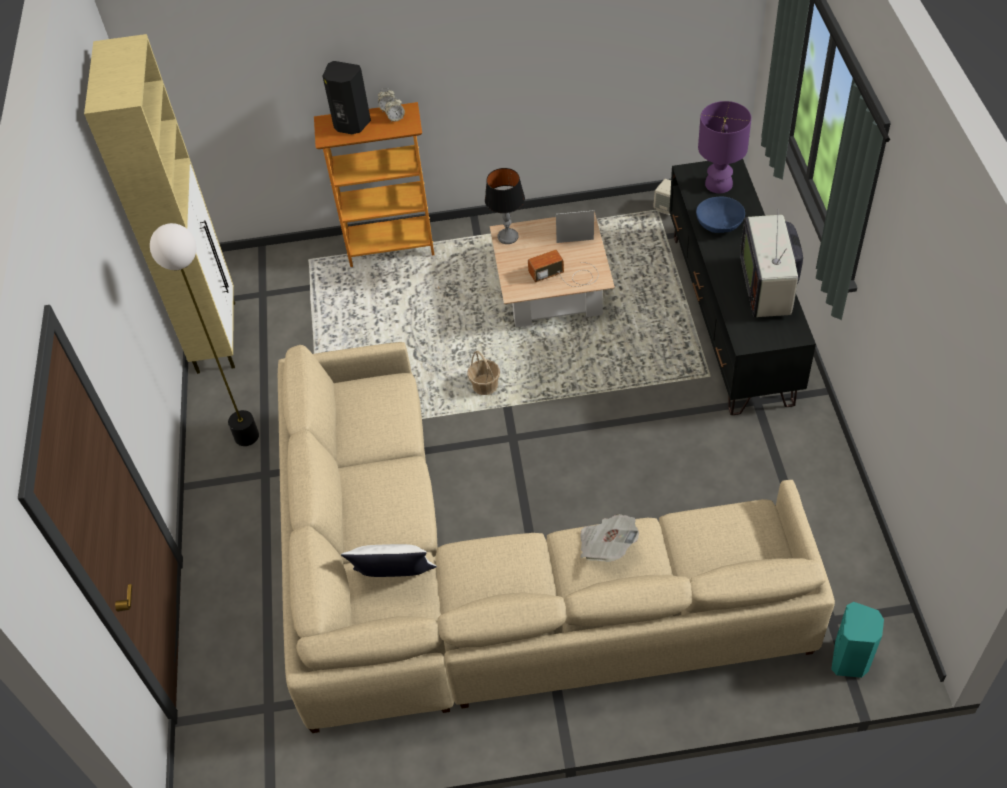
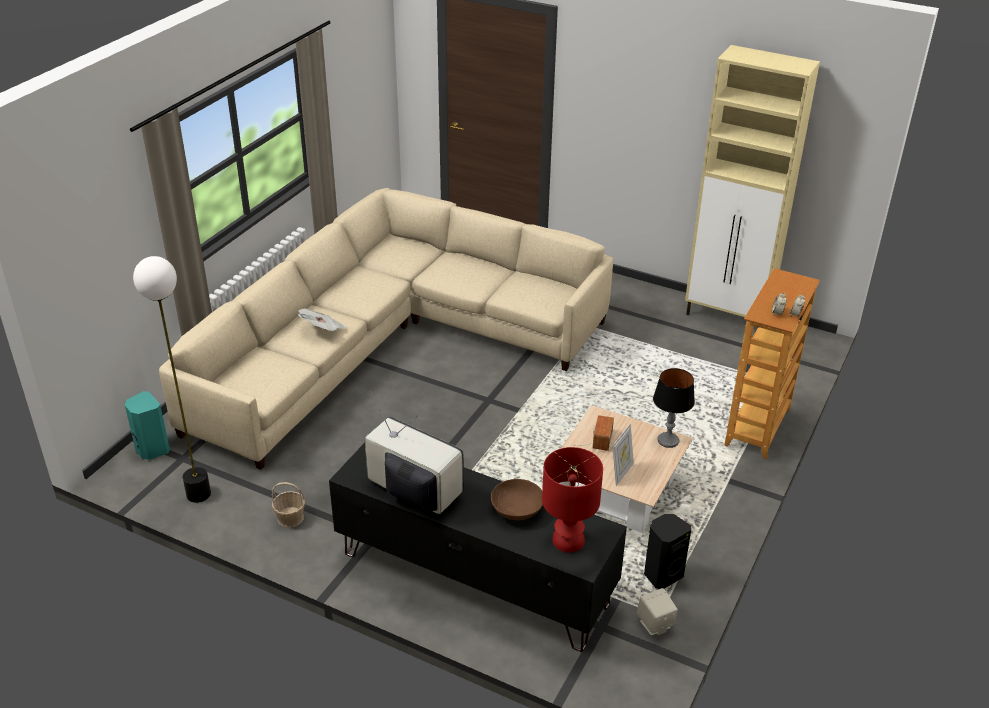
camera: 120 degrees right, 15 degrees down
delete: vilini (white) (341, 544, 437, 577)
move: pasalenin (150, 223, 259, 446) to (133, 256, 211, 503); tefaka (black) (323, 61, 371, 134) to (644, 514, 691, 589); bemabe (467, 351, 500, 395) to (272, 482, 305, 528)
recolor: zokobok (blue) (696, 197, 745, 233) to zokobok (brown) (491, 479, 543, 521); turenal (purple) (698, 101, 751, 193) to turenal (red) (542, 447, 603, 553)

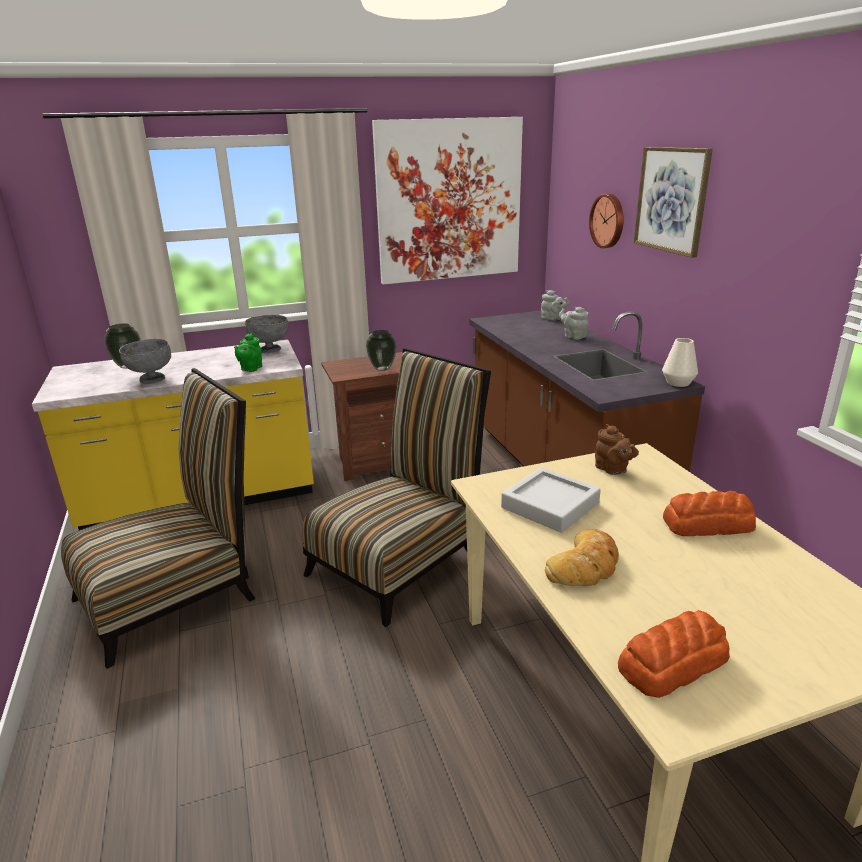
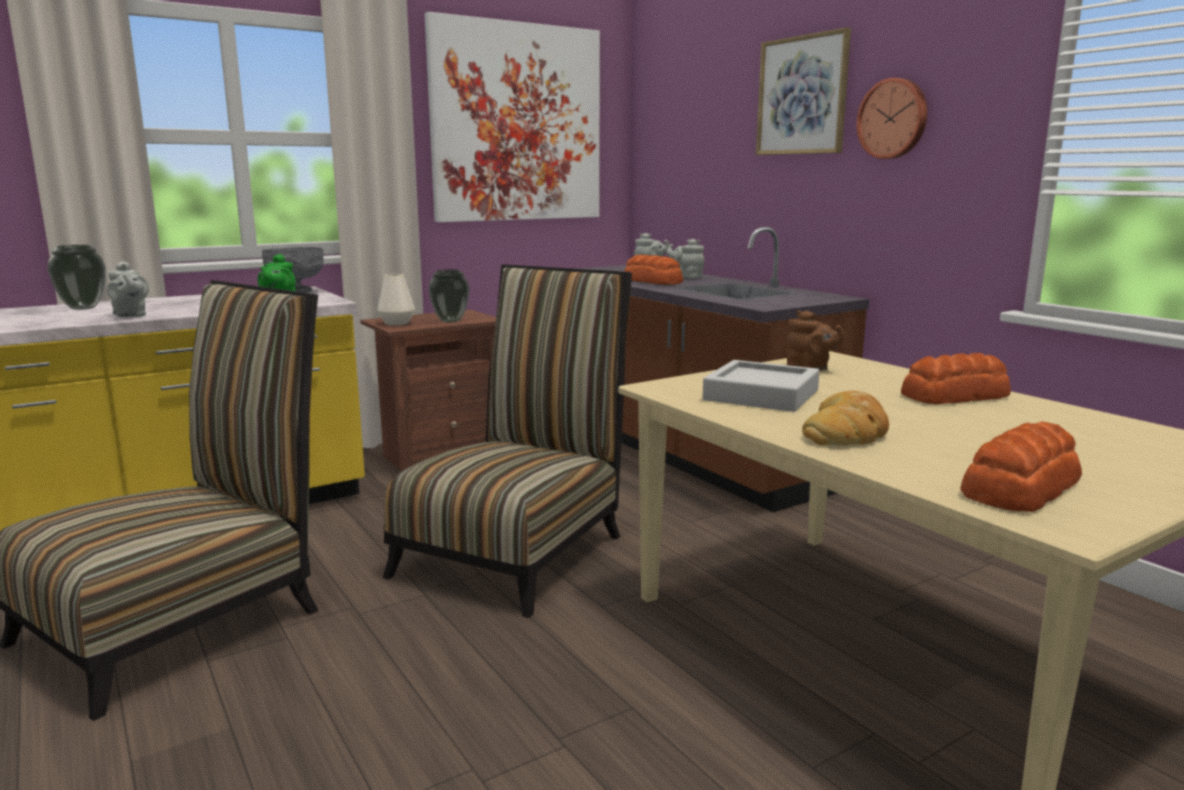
camera: 15 degrees left, 10 degrees down
insert: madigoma (624, 255, 683, 285)
move: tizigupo (589, 194, 624, 248) to (856, 78, 927, 159); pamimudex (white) (662, 338, 698, 387) to (377, 274, 415, 326)
replace: zokobok (grey) (119, 339, 171, 384) to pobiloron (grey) (107, 261, 149, 317)

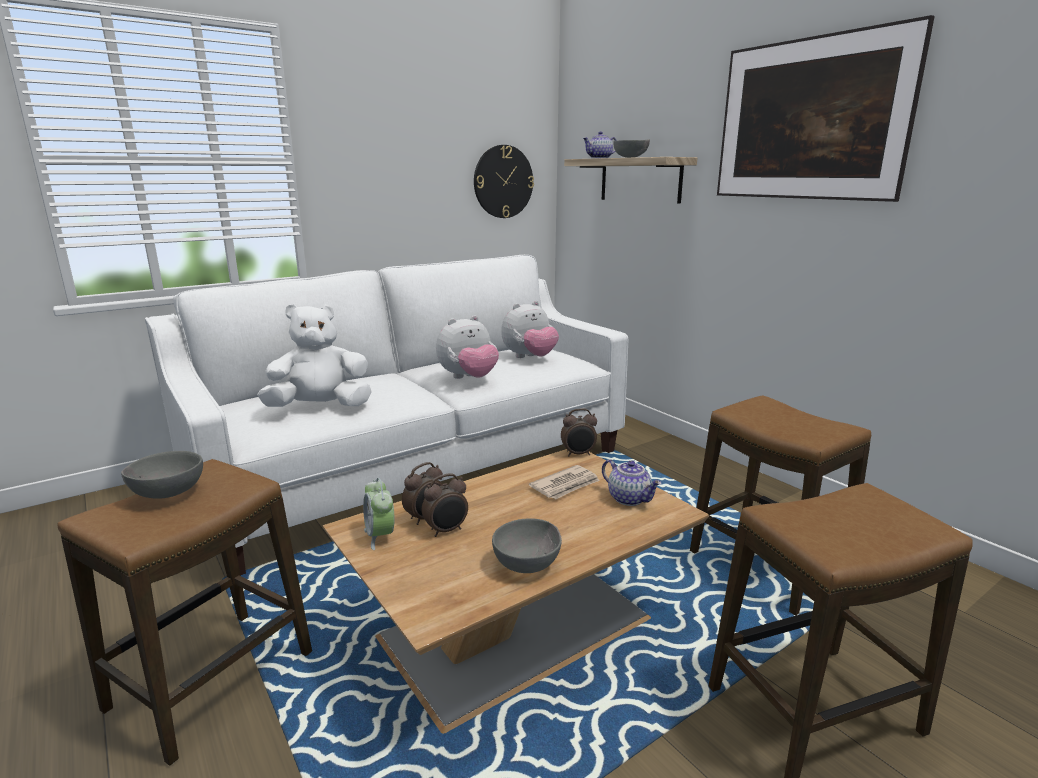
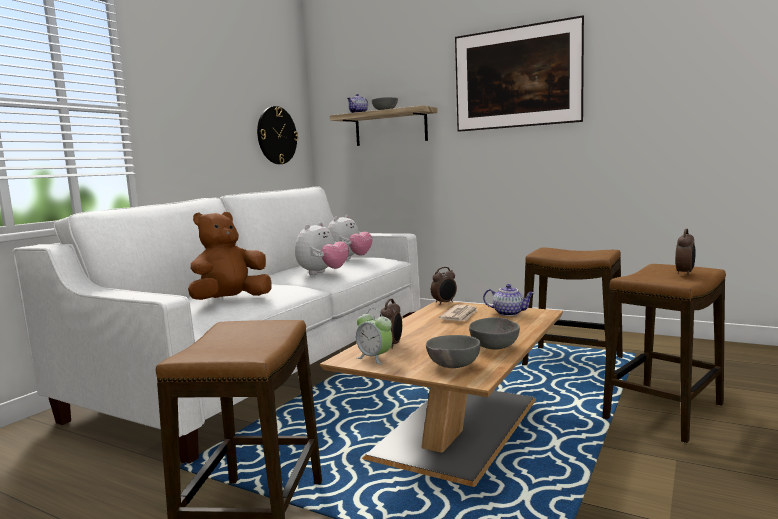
camera: 25 degrees left, 10 degrees down
move: zokobok (grey) (121, 451, 203, 499) to (426, 335, 480, 368); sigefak (422, 474, 468, 537) to (675, 229, 695, 275)
recolor: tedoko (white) (258, 304, 372, 407) to tedoko (brown) (188, 212, 272, 300)

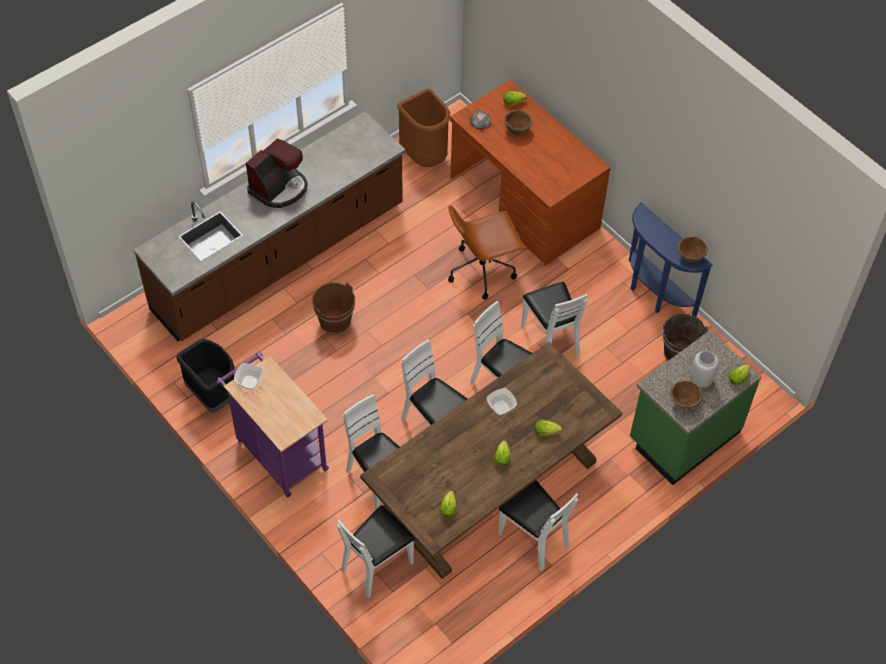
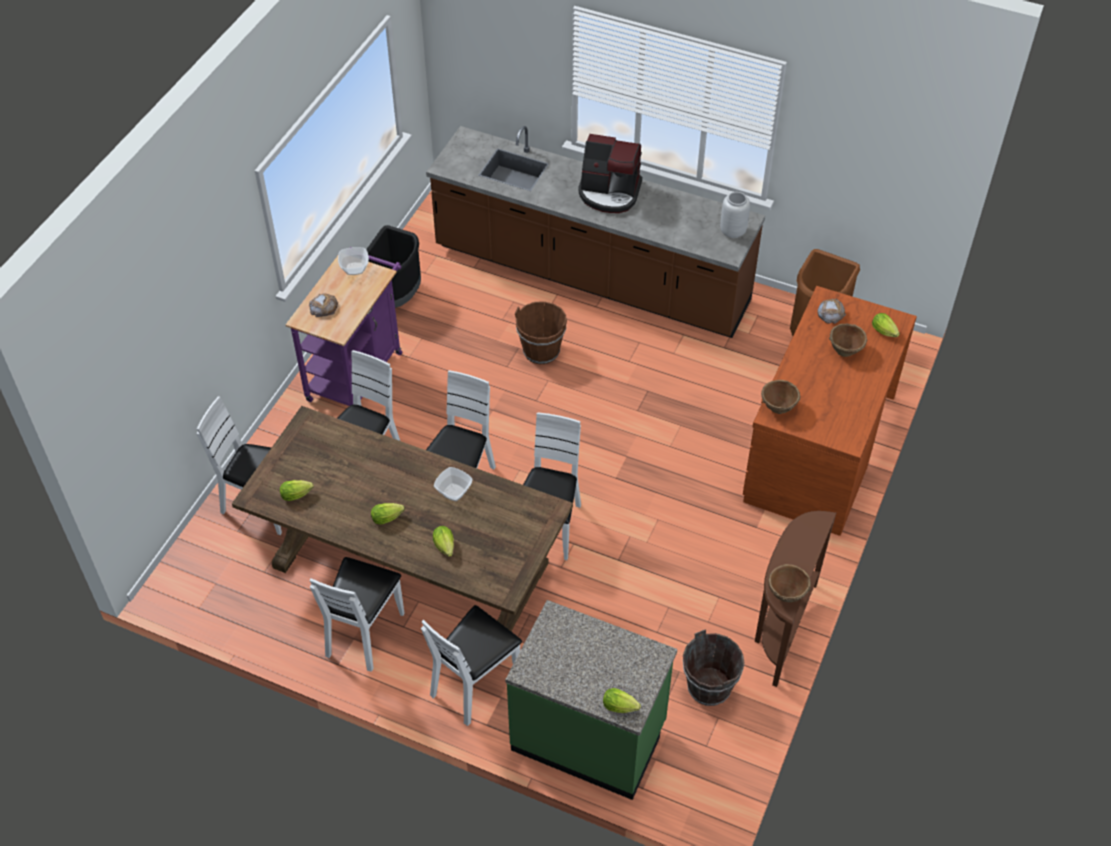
camera: 65 degrees right, 5 degrees down
delete: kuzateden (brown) (448, 205, 525, 300)
insert: madigoma (309, 293, 338, 317)
move: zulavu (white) (521, 282, 588, 356) to (421, 605, 522, 726); zokobok (brown) (670, 380, 703, 409) to (761, 380, 801, 414); pamimudex (grey) (690, 351, 719, 388) to (720, 192, 750, 238)
recolor: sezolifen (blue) (629, 203, 713, 317) to sezolifen (brown) (755, 511, 836, 687)

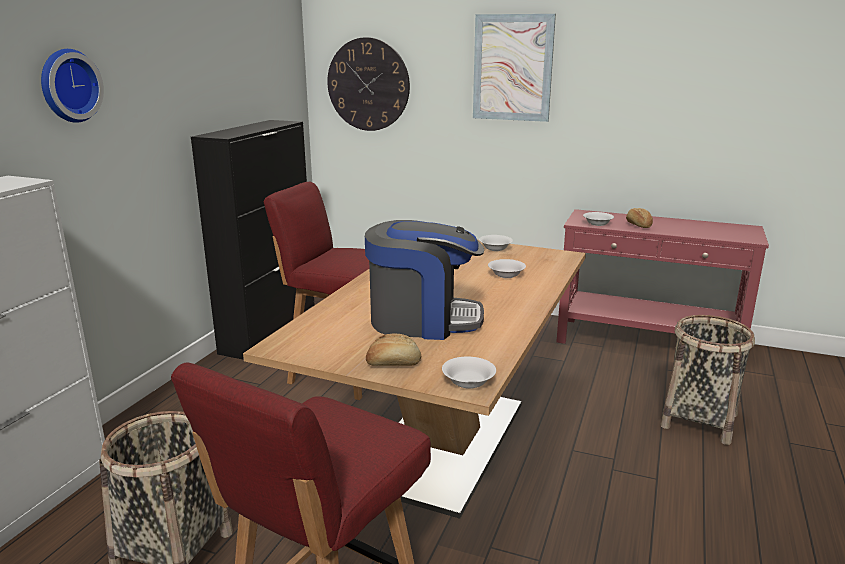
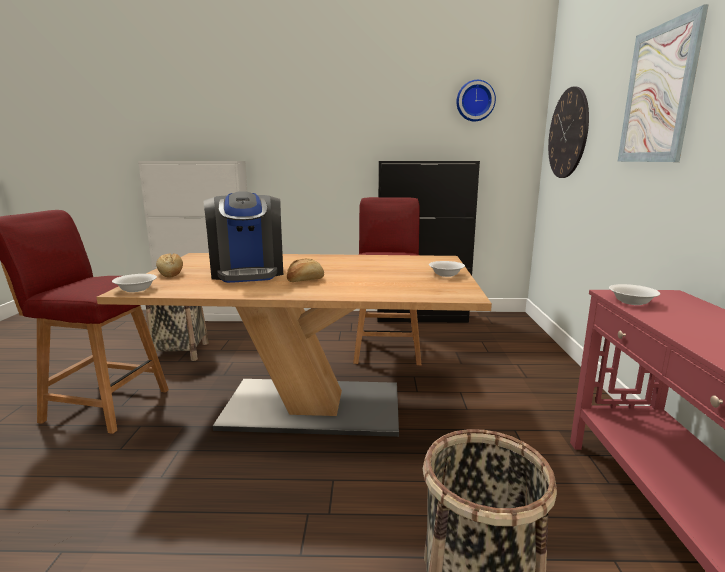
camera: 70 degrees right, 5 degrees down
delete: zokobok (white) (488, 259, 526, 278)
move: tizigupo (41, 49, 104, 123) to (456, 80, 496, 121); madigoma (626, 208, 653, 228) to (287, 259, 324, 282)

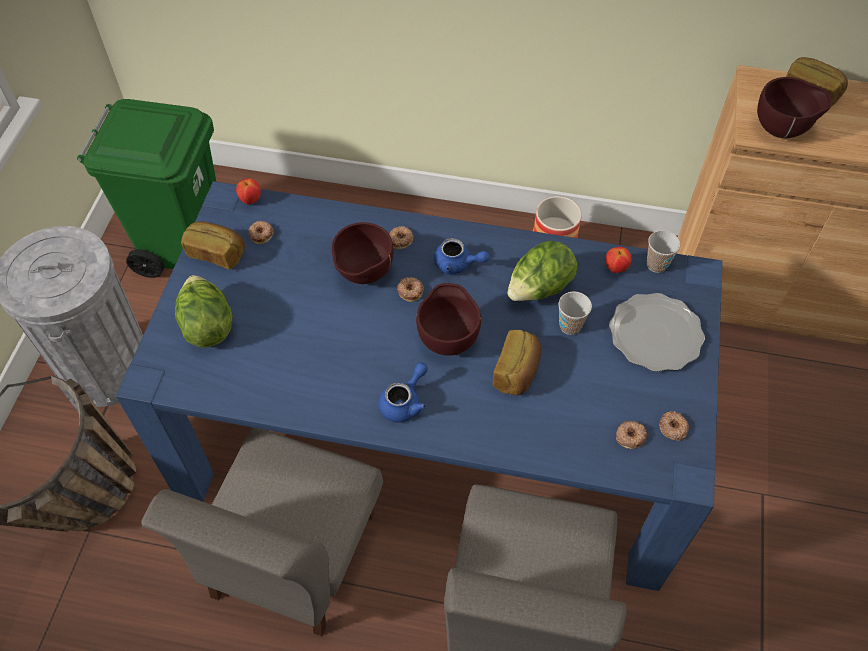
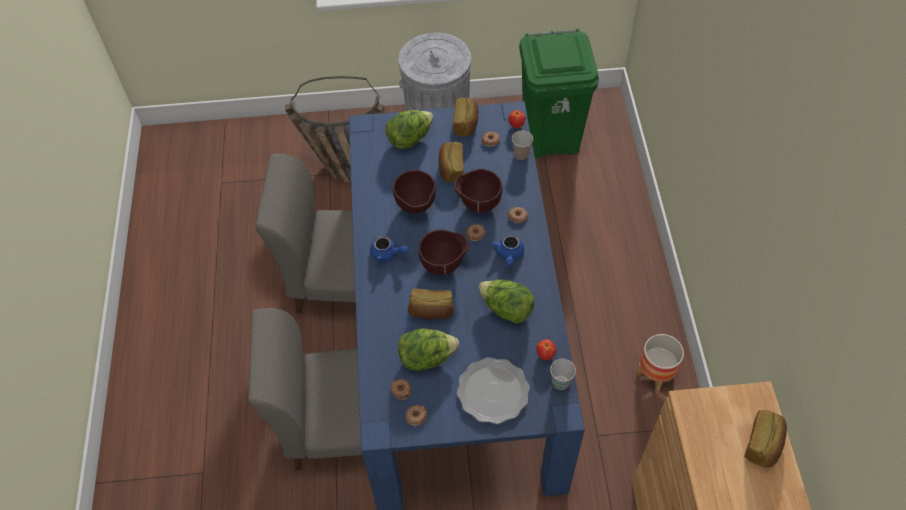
camera: 75 degrees right, 0 degrees up
insert: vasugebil (398, 328, 459, 371); madigoma (438, 142, 464, 183)
move: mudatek (558, 291, 592, 335) to (512, 131, 533, 160); zokobok (brown) (757, 77, 832, 138) to (393, 170, 436, 213)

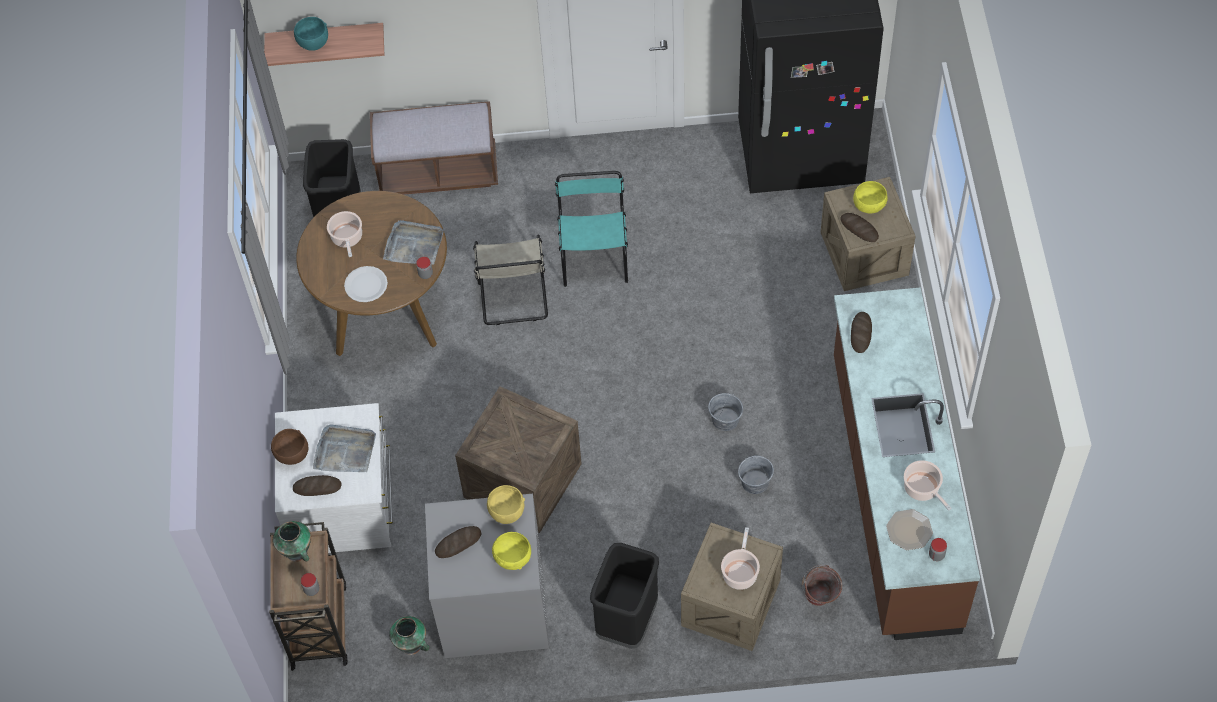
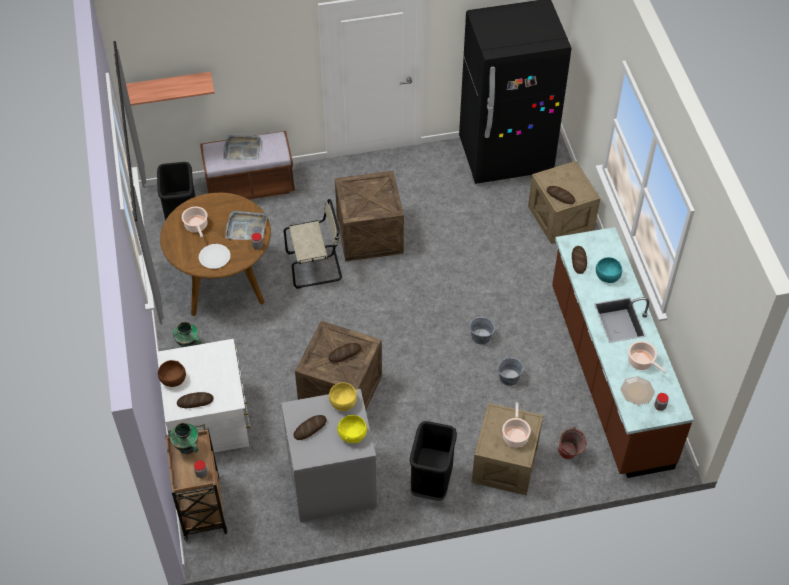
camera: 10 degrees left, 5 degrees down
delete: zokobok (yellow) (853, 181, 888, 213)
insert: madigoma (328, 343, 361, 363)
move: zokobok (turquoise) (294, 17, 328, 51) to (596, 257, 622, 283); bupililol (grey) (313, 424, 376, 472) to (223, 135, 261, 160); pamimudex (389, 616, 430, 655) to (173, 322, 201, 347)
replace: zulavu (turquoise) (555, 171, 628, 287) to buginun (335, 171, 404, 262)
rotate: zulavu (beige) (473, 234, 548, 325) = (284, 199, 342, 289) 90 degrees counterclockwise

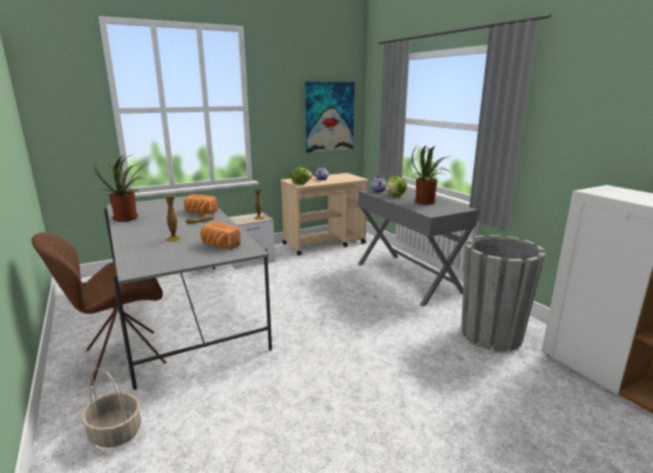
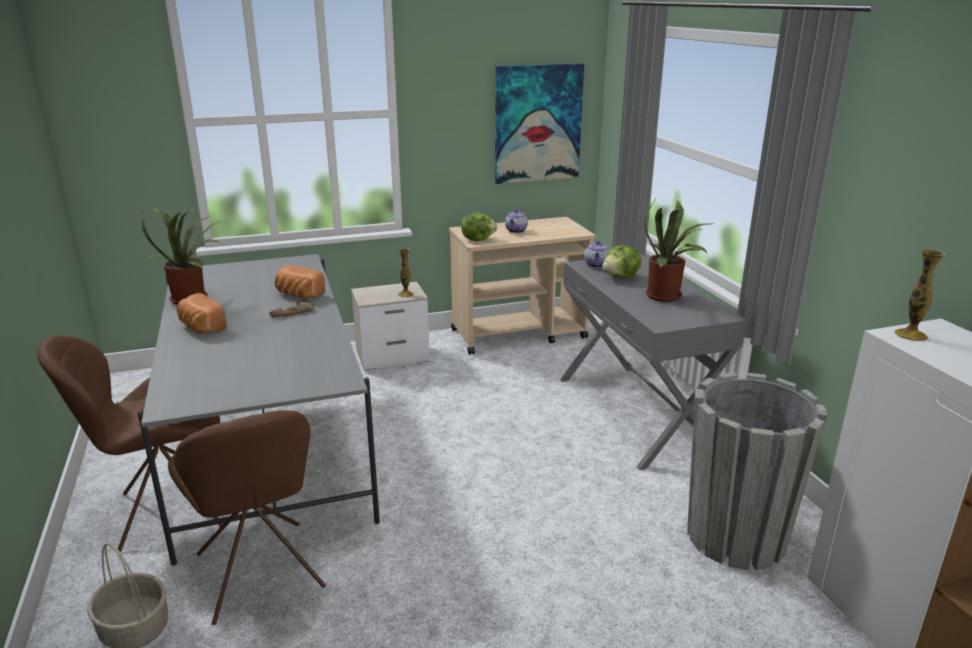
camera: 10 degrees right, 5 degrees up
insert: zulavu (brown) (168, 410, 326, 625)
move: pamimudex (164, 195, 182, 242) to (895, 249, 945, 341); madigoma (200, 221, 241, 249) to (177, 293, 227, 333)

